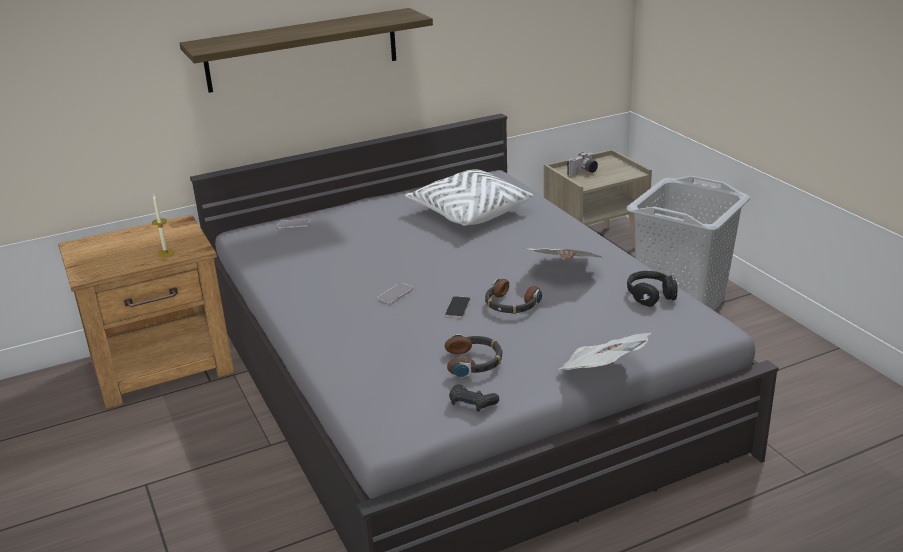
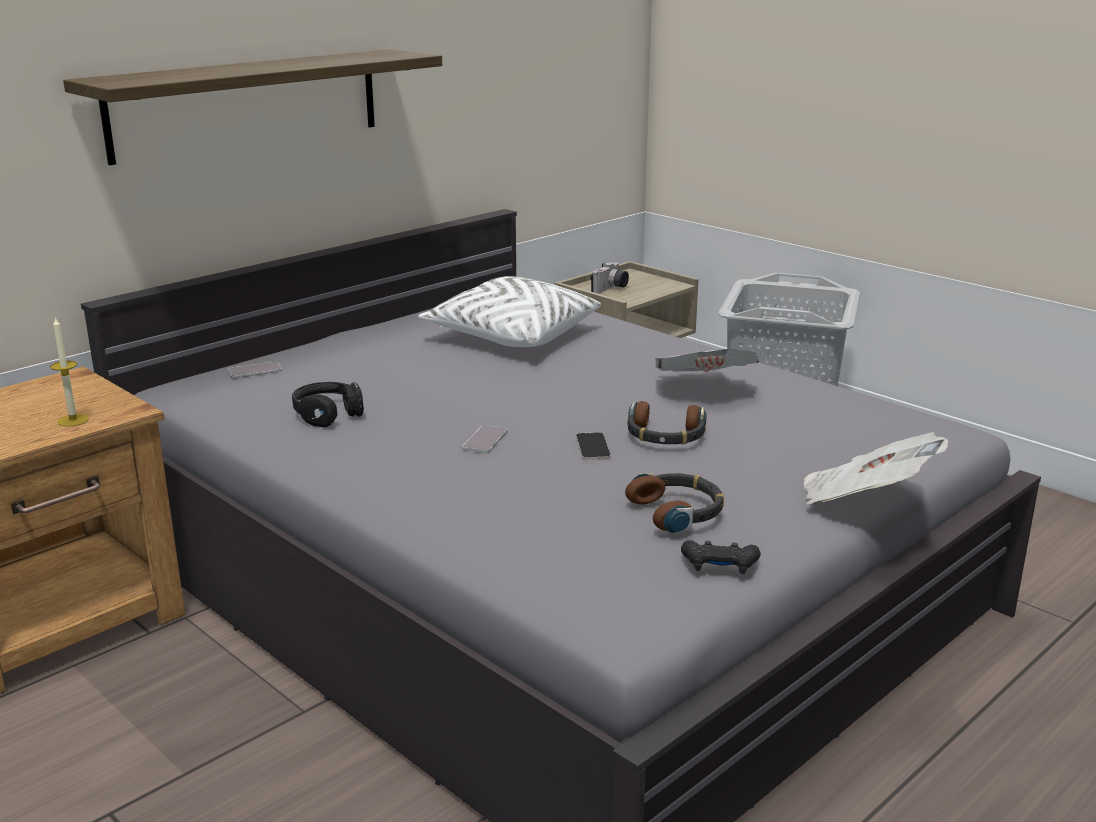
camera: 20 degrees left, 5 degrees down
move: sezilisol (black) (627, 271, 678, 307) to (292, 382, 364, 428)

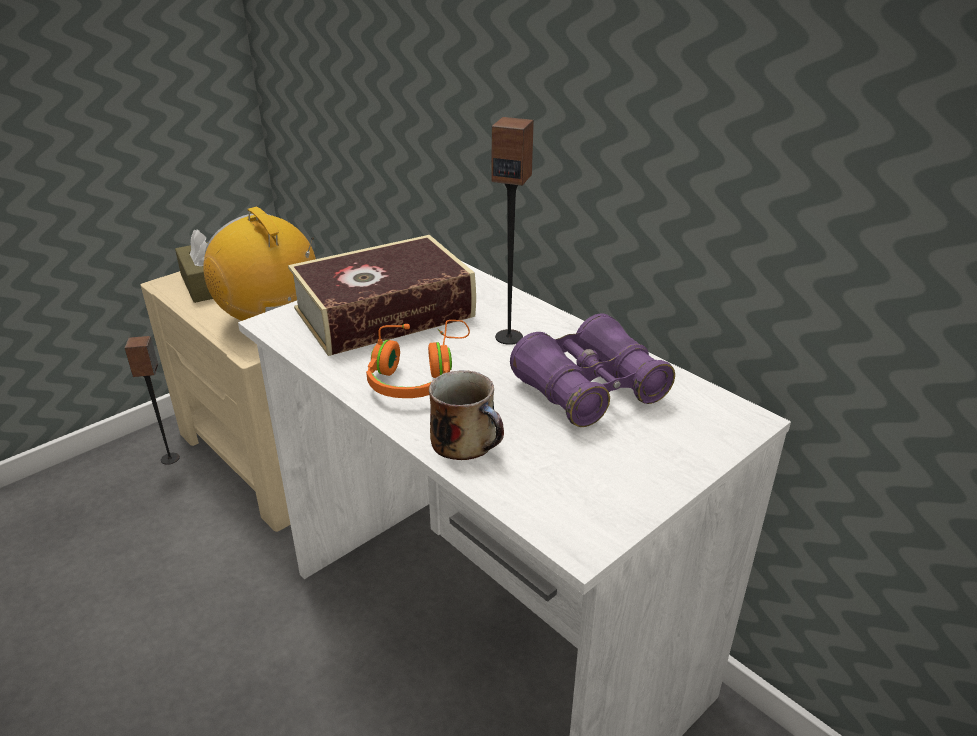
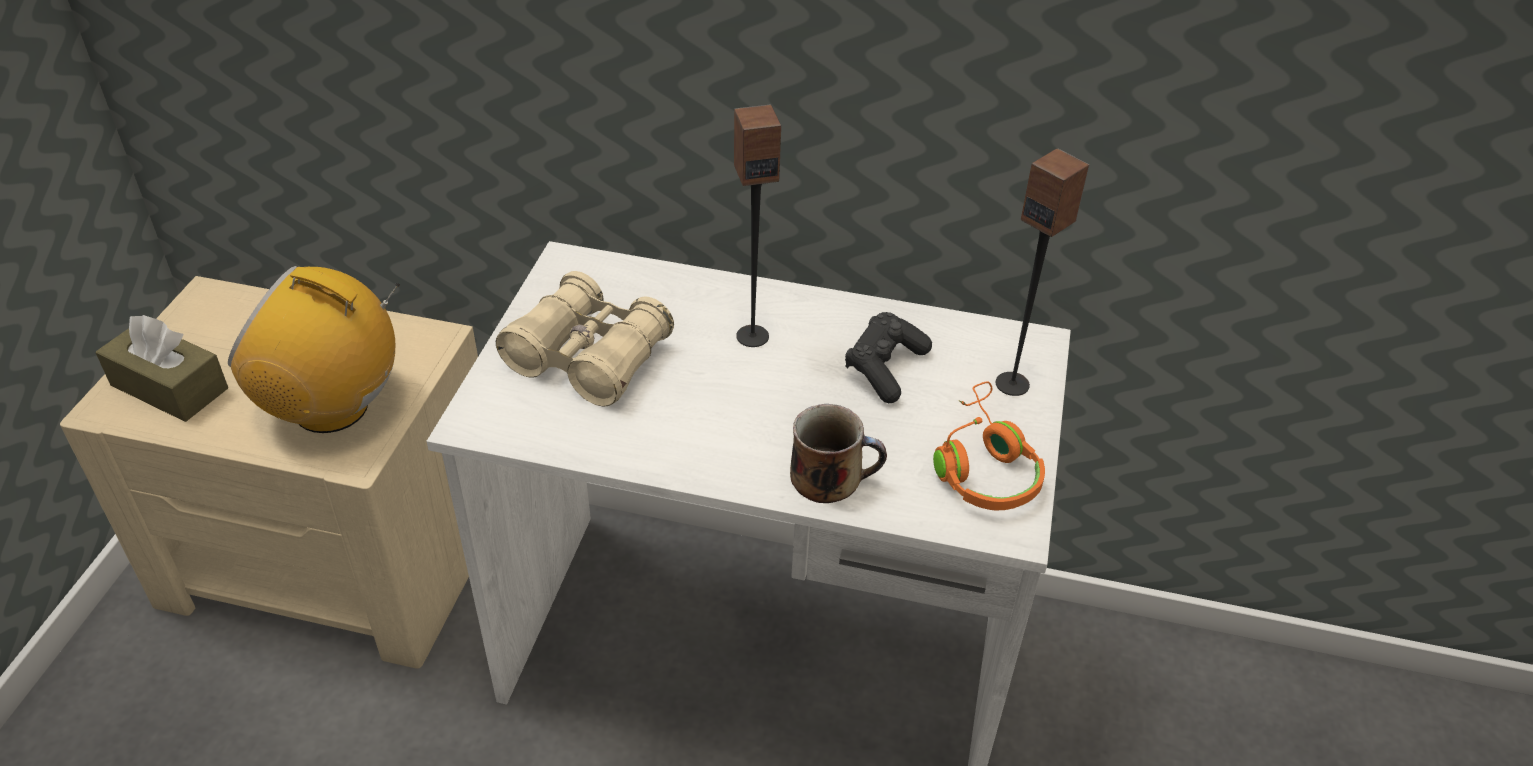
camera: 35 degrees left, 10 degrees up
move: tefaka (125, 336, 180, 465) to (995, 148, 1090, 396); sezilisol (orange) (366, 320, 470, 398) to (933, 381, 1045, 510)
replace: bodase (288, 235, 476, 356) to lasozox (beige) (496, 271, 674, 406); lasozox (purple) (510, 313, 675, 427) to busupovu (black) (845, 312, 932, 403)

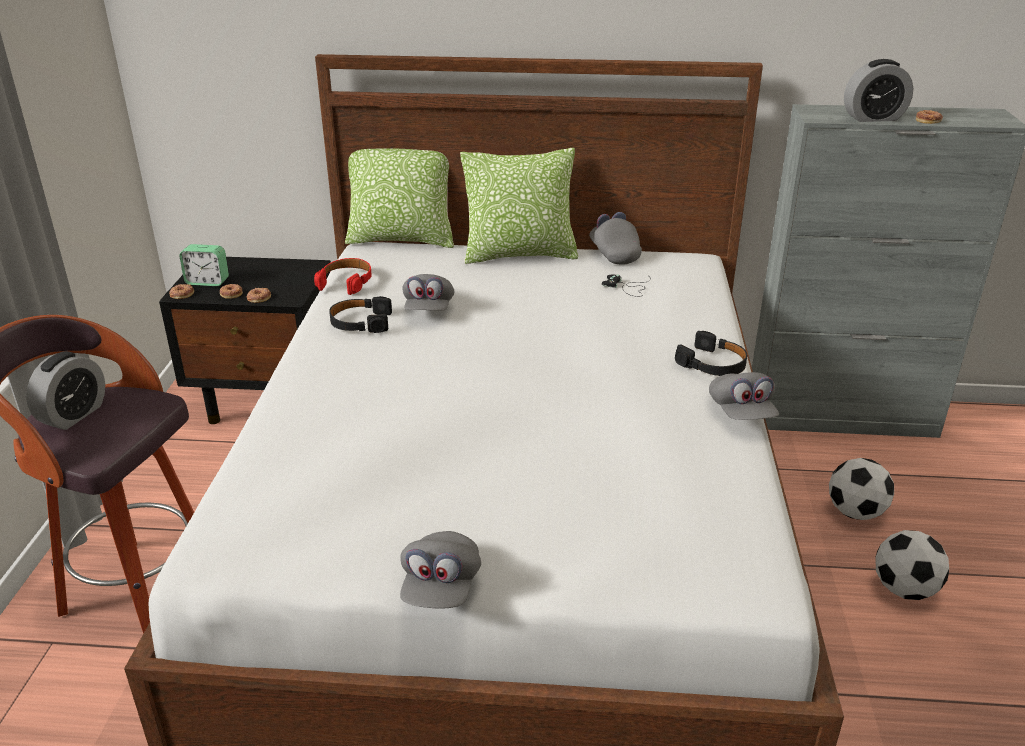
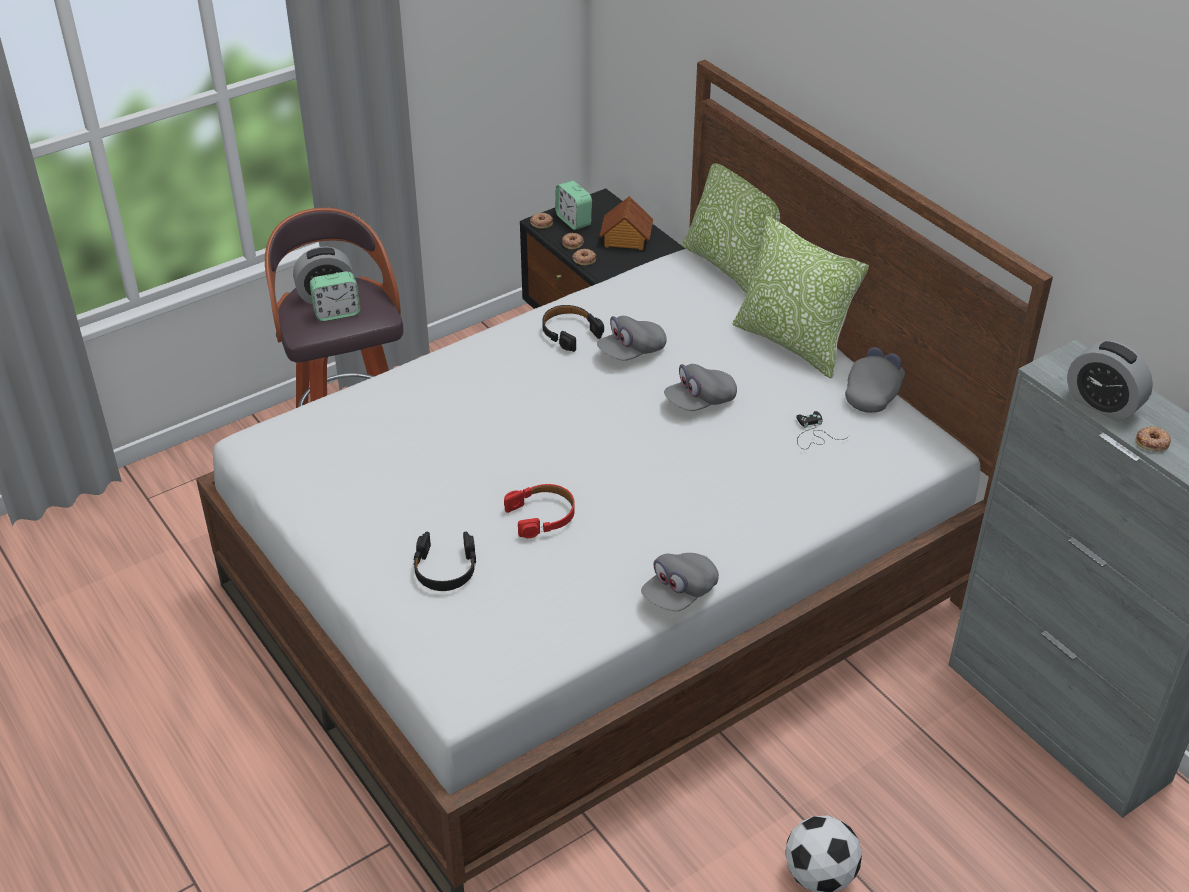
camera: 50 degrees right, 10 degrees up
delete: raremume (829, 458, 894, 520)
insert: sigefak (310, 271, 360, 321); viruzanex (600, 196, 653, 250)
move: sezilisol (red) (314, 258, 372, 295) to (504, 484, 575, 538); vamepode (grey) (400, 531, 481, 609) to (664, 364, 737, 411); sezilisol (black) (675, 331, 747, 376) to (413, 532, 476, 591)

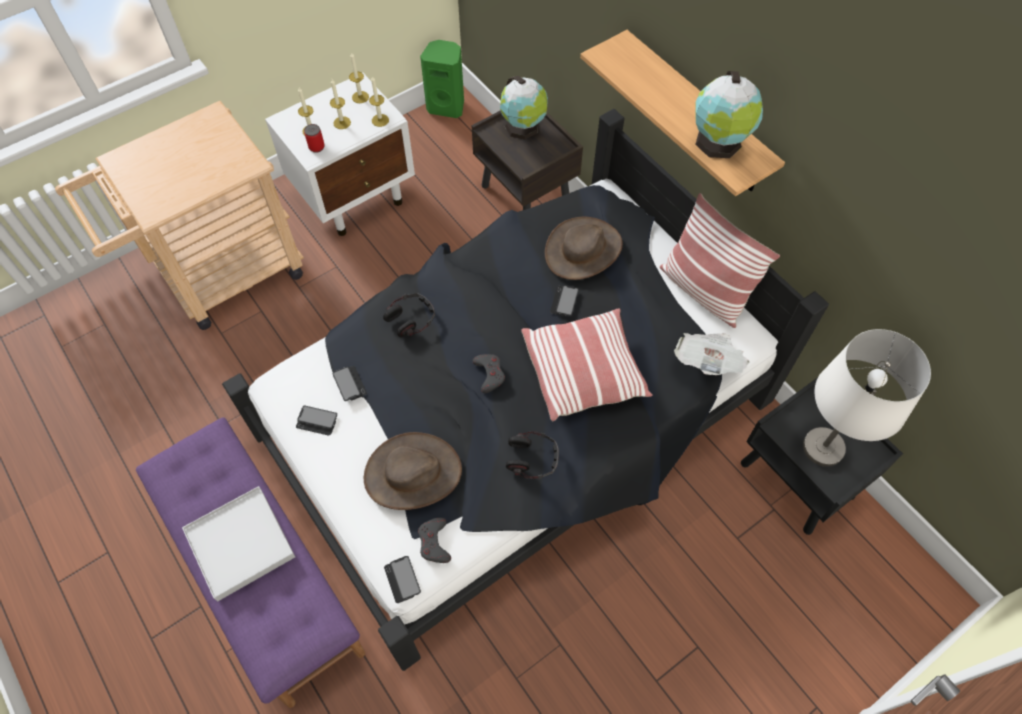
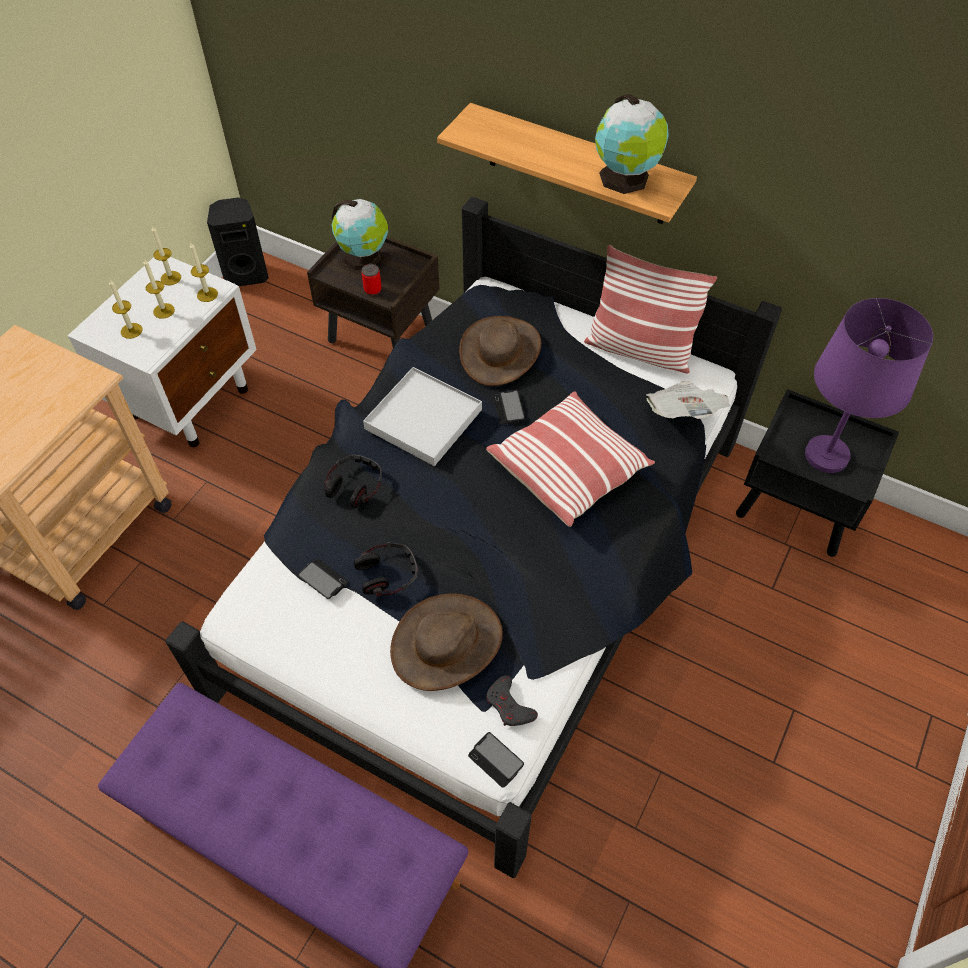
camera: 25 degrees left, 5 degrees down
delete: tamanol (296, 406, 337, 436); busupovu (grey) (473, 354, 505, 393)
move: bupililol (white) (182, 486, 295, 602) to (363, 367, 482, 466); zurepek (304, 124, 325, 153) to (362, 264, 382, 295); sezilisol (506, 431, 559, 479) to (353, 542, 418, 596)
recolor: tefaka (green) (420, 40, 464, 118) to tefaka (black) (207, 197, 269, 286); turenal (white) (803, 329, 931, 467) to turenal (purple) (805, 298, 933, 473)

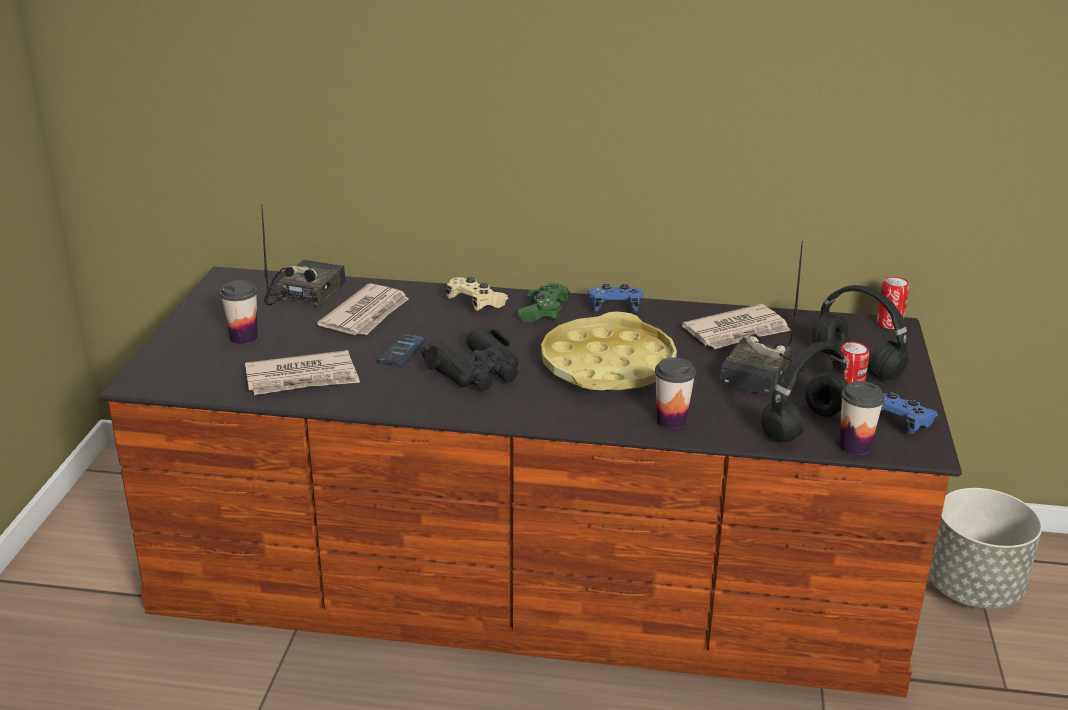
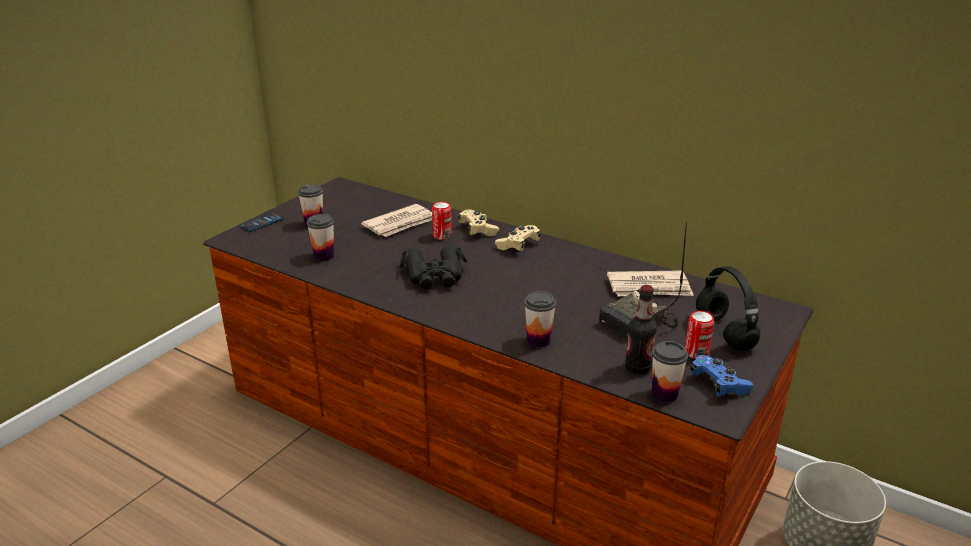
camera: 25 degrees right, 0 degrees up
delete: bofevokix (261, 204, 346, 307); bupililol (yellow) (541, 311, 677, 390); busupovu (blue) (588, 284, 643, 311)
move: tamanol (377, 333, 426, 366) to (239, 213, 284, 232); zurepek (876, 277, 910, 329) to (432, 202, 452, 240)
replace: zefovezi (245, 350, 360, 395) to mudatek (307, 214, 334, 261); sezilisol (black) (761, 342, 848, 442) to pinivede (625, 285, 657, 374)
recolor: busupovu (green) (518, 283, 570, 323) to busupovu (beige) (495, 225, 541, 251)

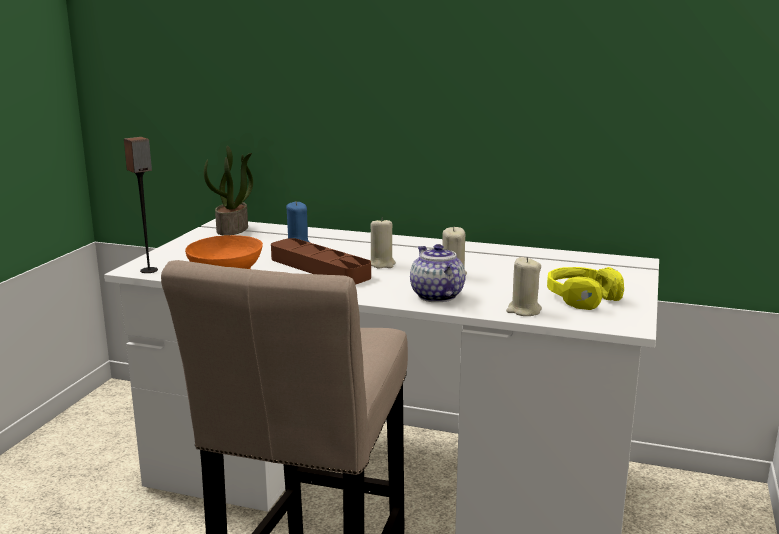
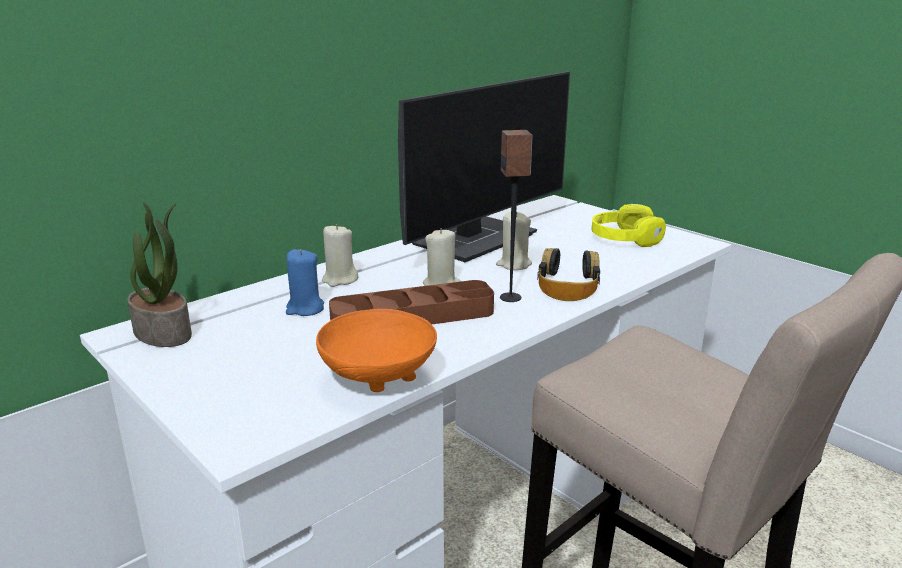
camera: 60 degrees left, 5 degrees up
insert: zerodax (398, 71, 570, 262)
move: tefaka (124, 137, 158, 273) to (500, 130, 533, 302); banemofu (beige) (506, 257, 542, 316) to (322, 224, 359, 287)
replace: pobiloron (410, 244, 466, 302) to sezilisol (537, 248, 600, 301)

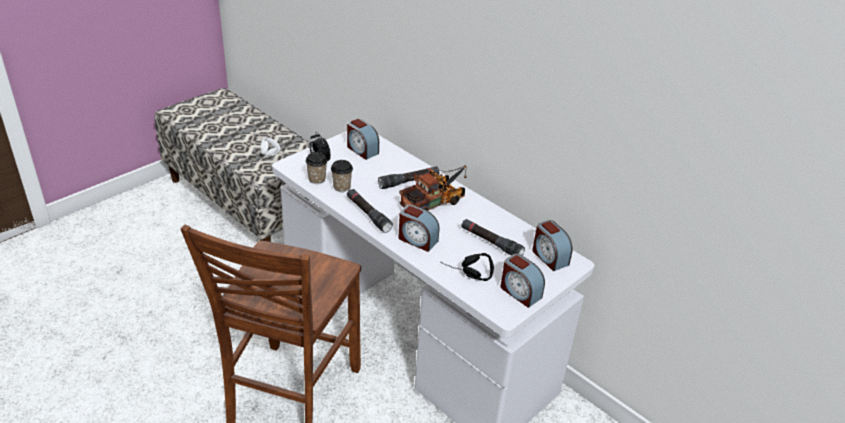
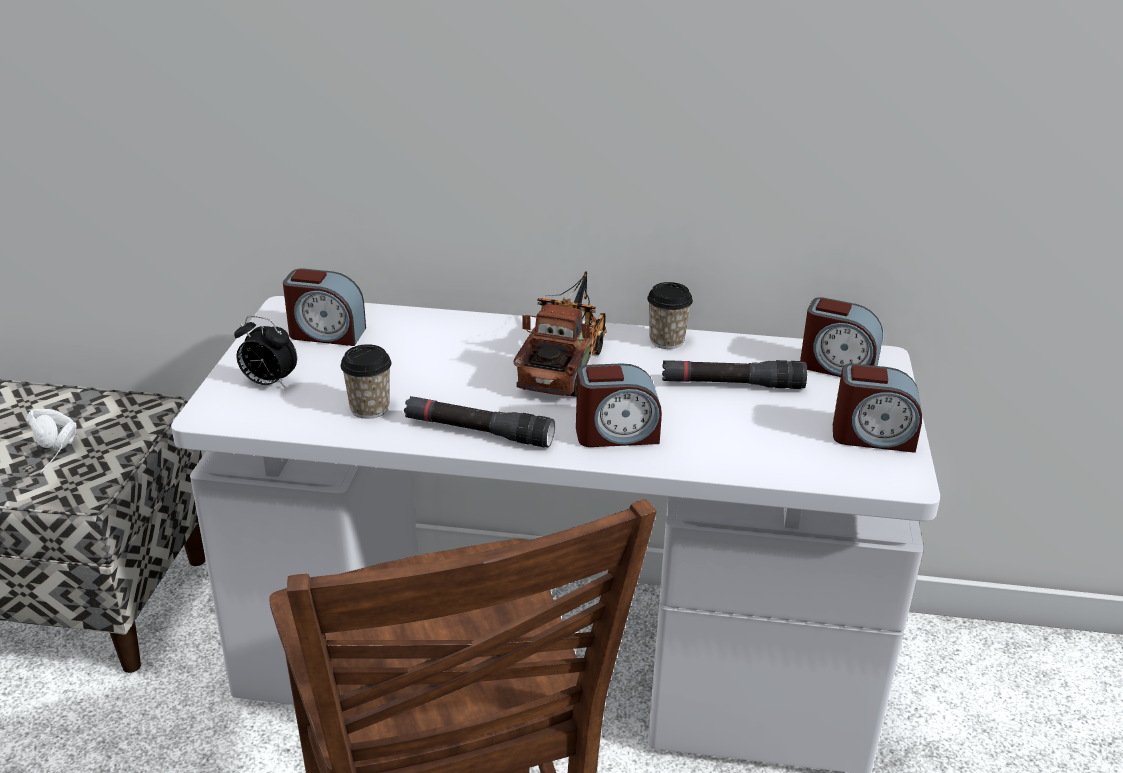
camera: 35 degrees left, 5 degrees down
delete: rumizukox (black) (378, 166, 440, 189); sezilisol (black) (441, 253, 494, 281)
move: mudatek (306, 152, 327, 184) to (647, 282, 693, 349)

